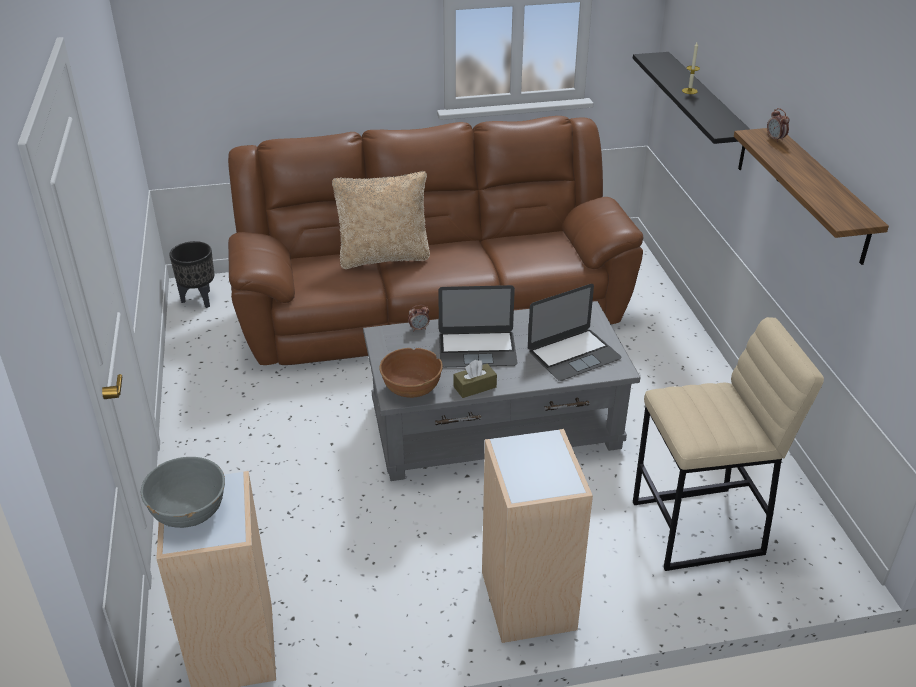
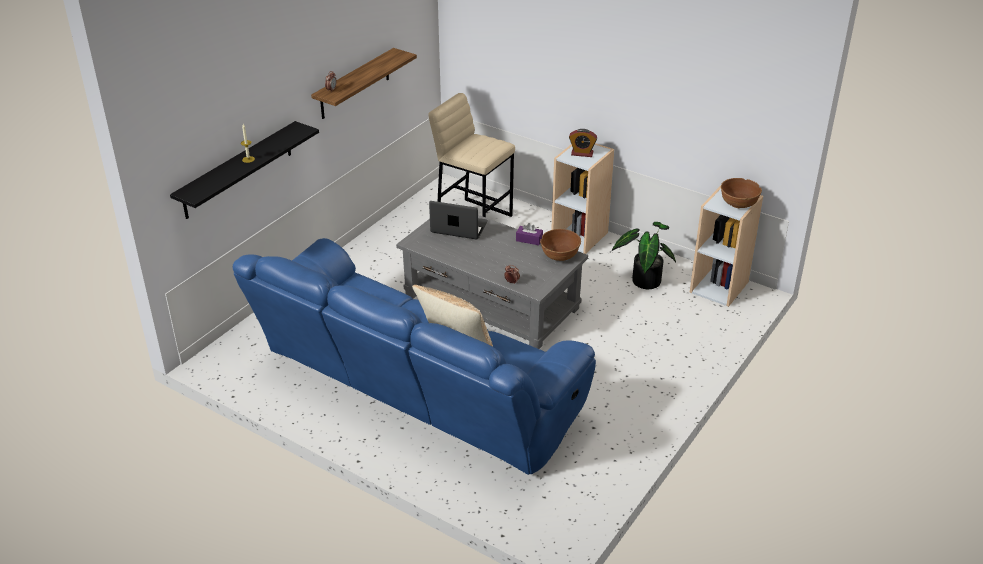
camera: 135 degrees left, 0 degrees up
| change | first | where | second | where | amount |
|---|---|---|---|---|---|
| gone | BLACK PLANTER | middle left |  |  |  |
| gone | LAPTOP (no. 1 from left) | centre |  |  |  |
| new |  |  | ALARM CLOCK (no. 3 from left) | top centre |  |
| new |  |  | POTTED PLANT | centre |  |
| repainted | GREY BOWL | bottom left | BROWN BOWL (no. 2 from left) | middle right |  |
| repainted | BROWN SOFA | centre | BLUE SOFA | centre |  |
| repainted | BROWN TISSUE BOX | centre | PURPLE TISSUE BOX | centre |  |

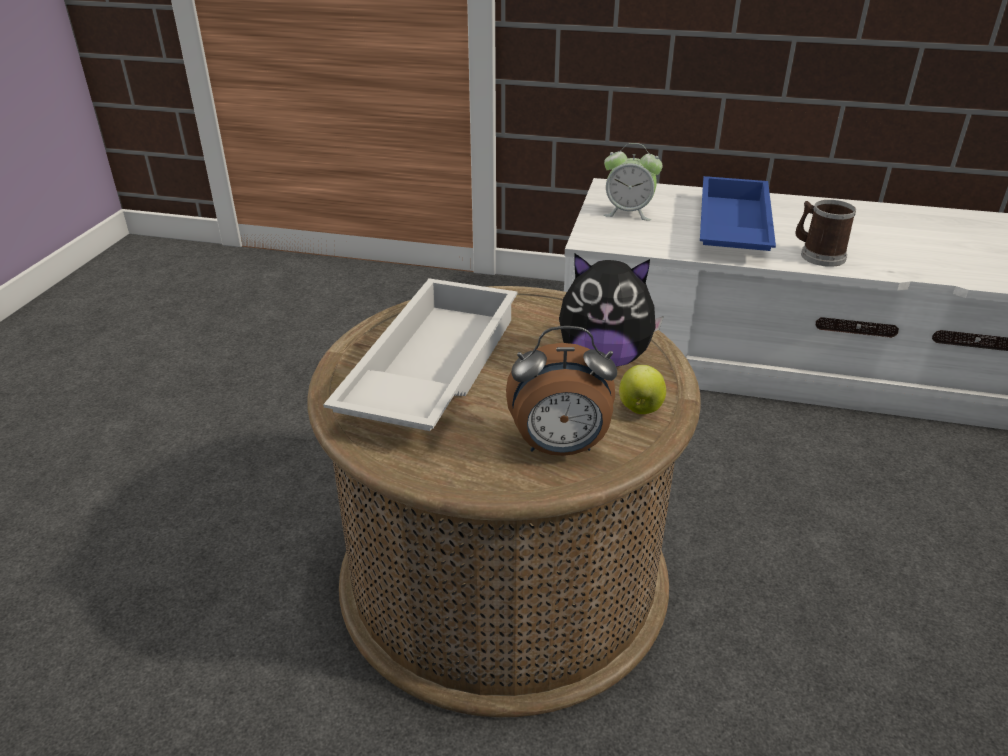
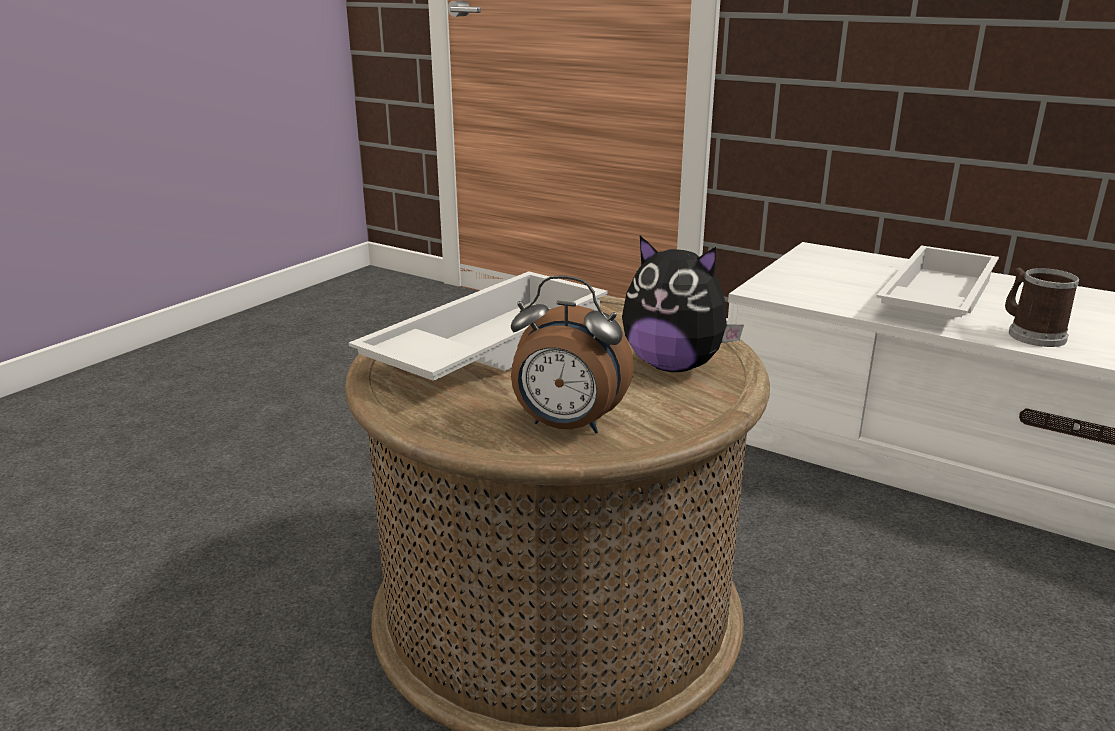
camera: 20 degrees right, 10 degrees down
| change | first | where | second | where | amount |
|---|---|---|---|---|---|
| gone | ALARM CLOCK (no. 2 from left) | top centre |  |  |  |
| gone | APPLE | centre |  |  |  |
| repainted | BLUE TRAY | top right | WHITE TRAY (no. 2 from left) | middle right |  |

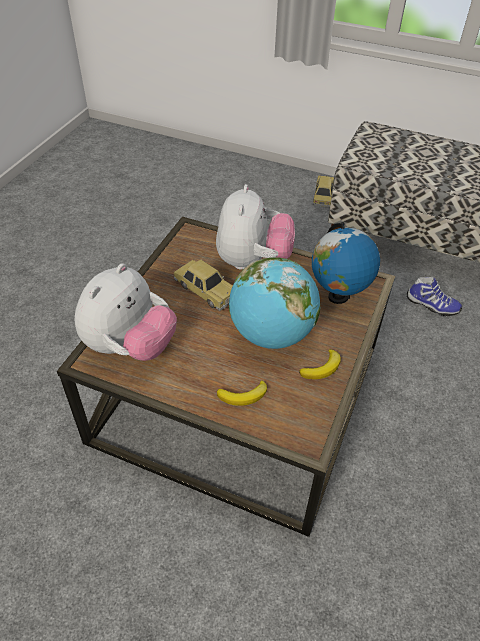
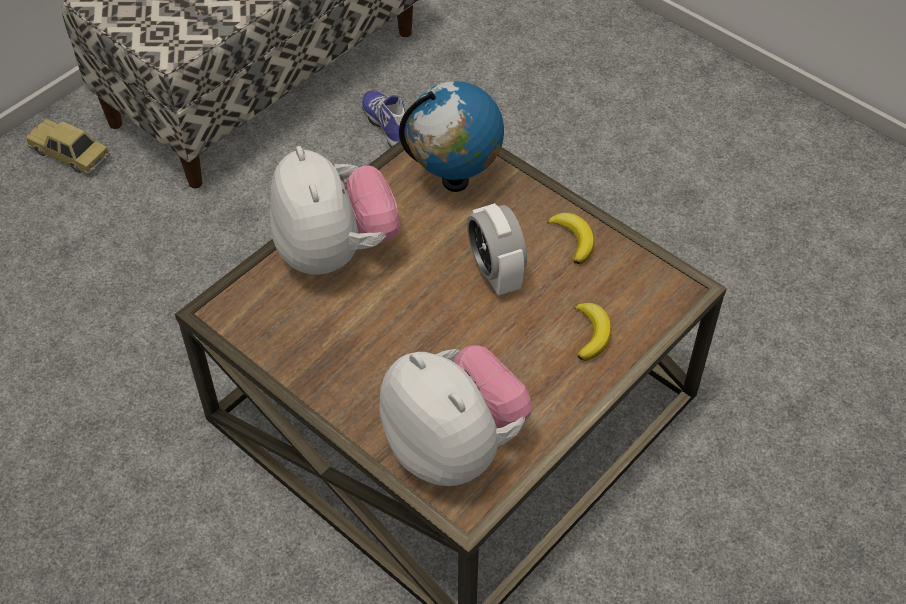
camera: 70 degrees left, 5 degrees up
| change | first | where | second | where | amount |
|---|---|---|---|---|---|
| gone | TOY CAR (no. 1 from left) | centre |  |  |  |
| swapped | GLOBE (no. 1 from left) | centre | ALARM CLOCK | centre |  |
| rotated | PLUSH TOY (no. 2 from left in the first image) | centre | PLUSH TOY (no. 1 from left) | centre | 45 degrees clockwise |
| rotated | SHOE | middle right |  | top centre | 75 degrees counterclockwise |

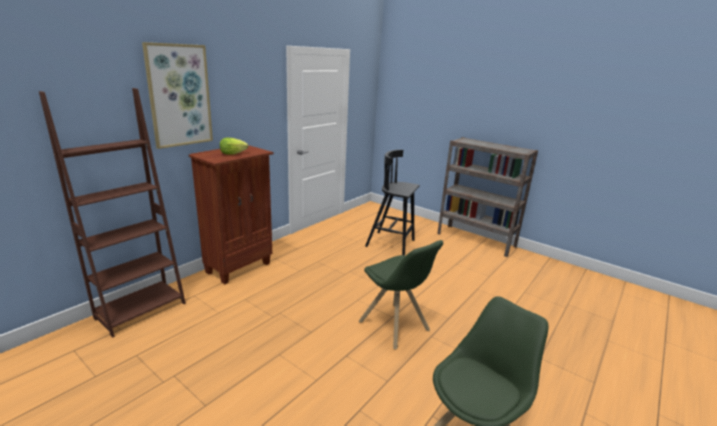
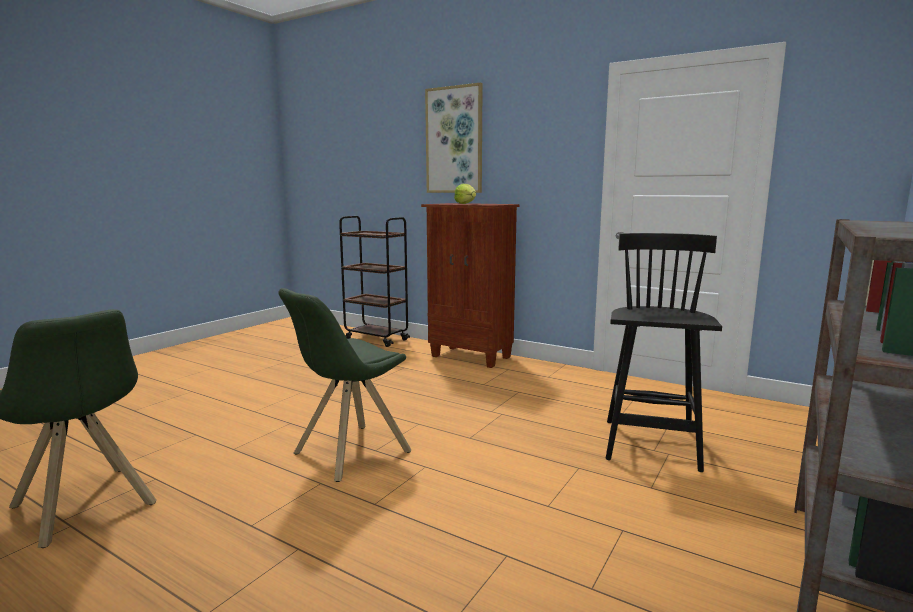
camera: 85 degrees right, 10 degrees down
| change | first | where | second | where | amount |
|---|---|---|---|---|---|
| swapped | BROWN BOOKCASE | middle left | BROWN CART | centre |  |

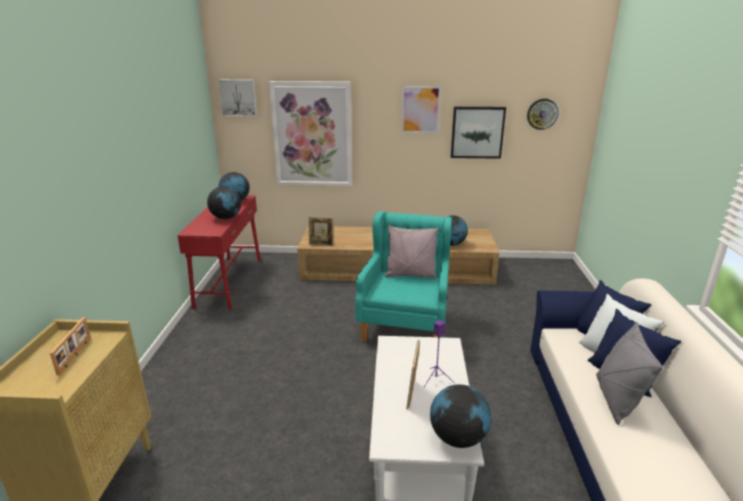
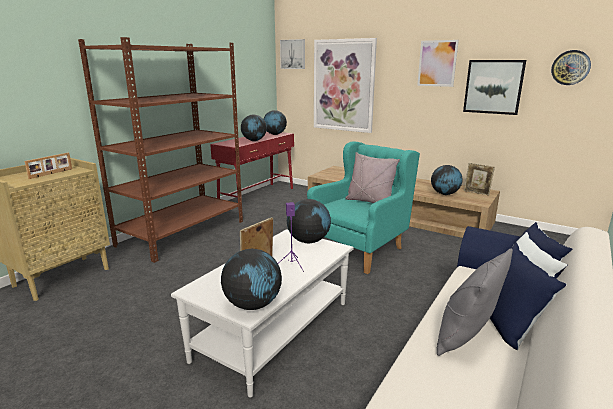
camera: 30 degrees right, 5 degrees down
| change | first | where | second | where | amount |
|---|---|---|---|---|---|
| new |  |  | BROWN BOOKCASE | middle left |  |
| new |  |  | GLOBE (no. 4 from left) | centre |  |
| shifted | PICTURE FRAME (no. 2 from left in the first image) | centre | PICTURE FRAME (no. 3 from left) | middle right |  |

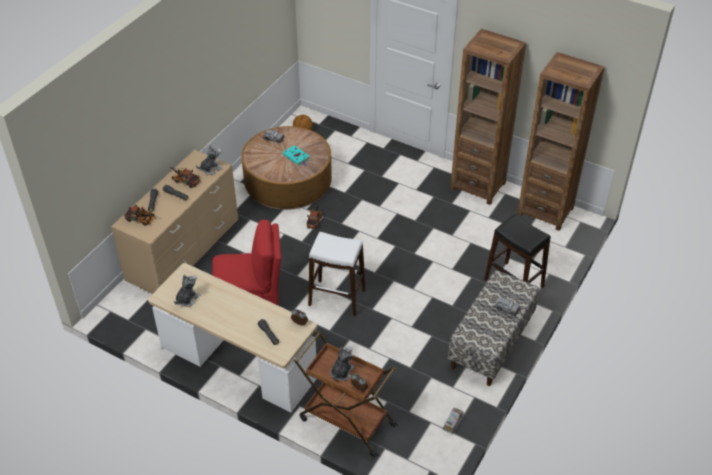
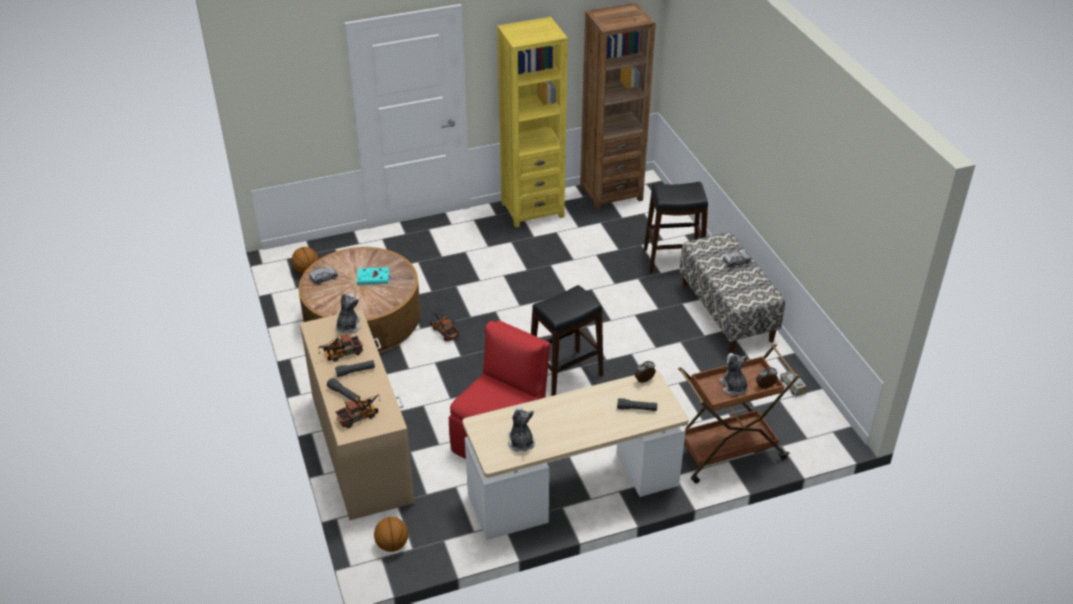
camera: 50 degrees left, 5 degrees down
| change | first | where | second | where | amount |
|---|---|---|---|---|---|
| new |  |  | BASKETBALL (no. 2 from left) | bottom centre |  |
| repainted | WHITE STOOL | centre | BLACK STOOL (no. 1 from left) | centre |  |
| repainted | BROWN BOOKCASE (no. 1 from left) | top right | YELLOW BOOKCASE | top centre |  |

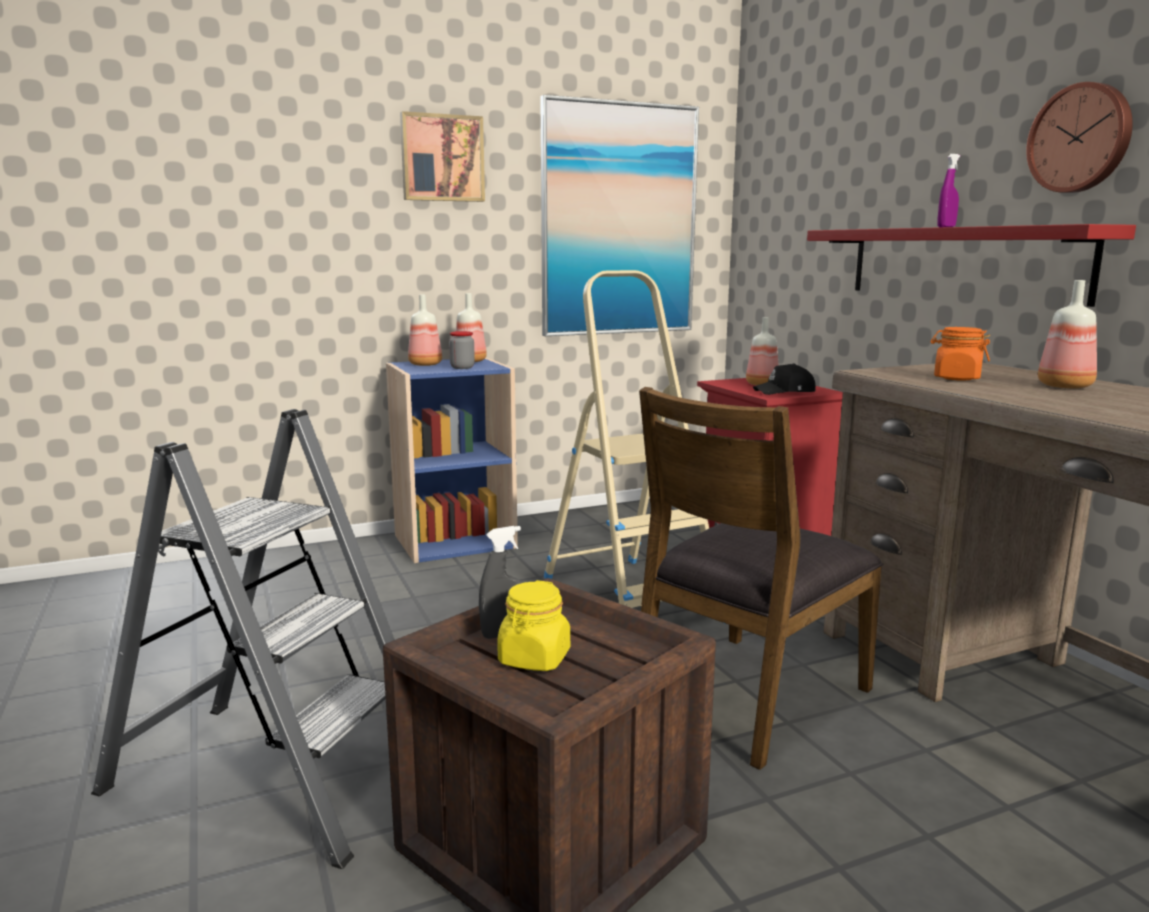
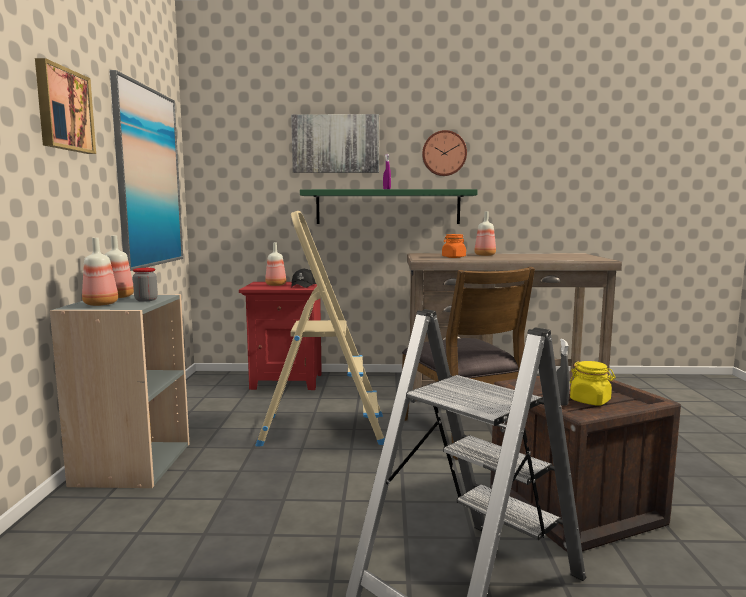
camera: 65 degrees left, 5 degrees down
| change | first | where | second | where | amount |
|---|---|---|---|---|---|
| new |  |  | PICTURE (no. 3 from left) | top centre |  |
| repainted | BLUE BOOKCASE | centre | GREY BOOKCASE | middle left |  |
| repainted | RED SHELF | top right | GREEN SHELF | centre |  |

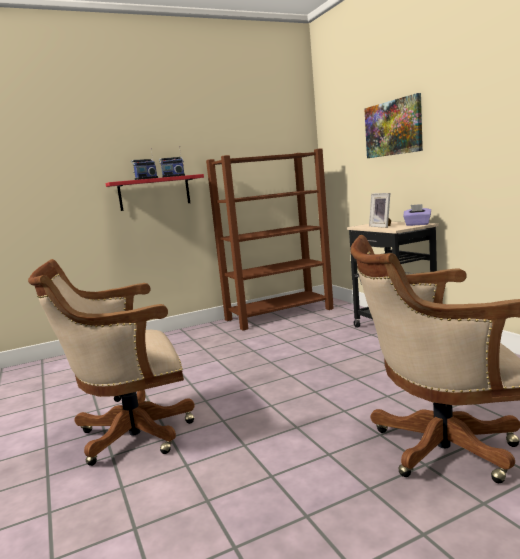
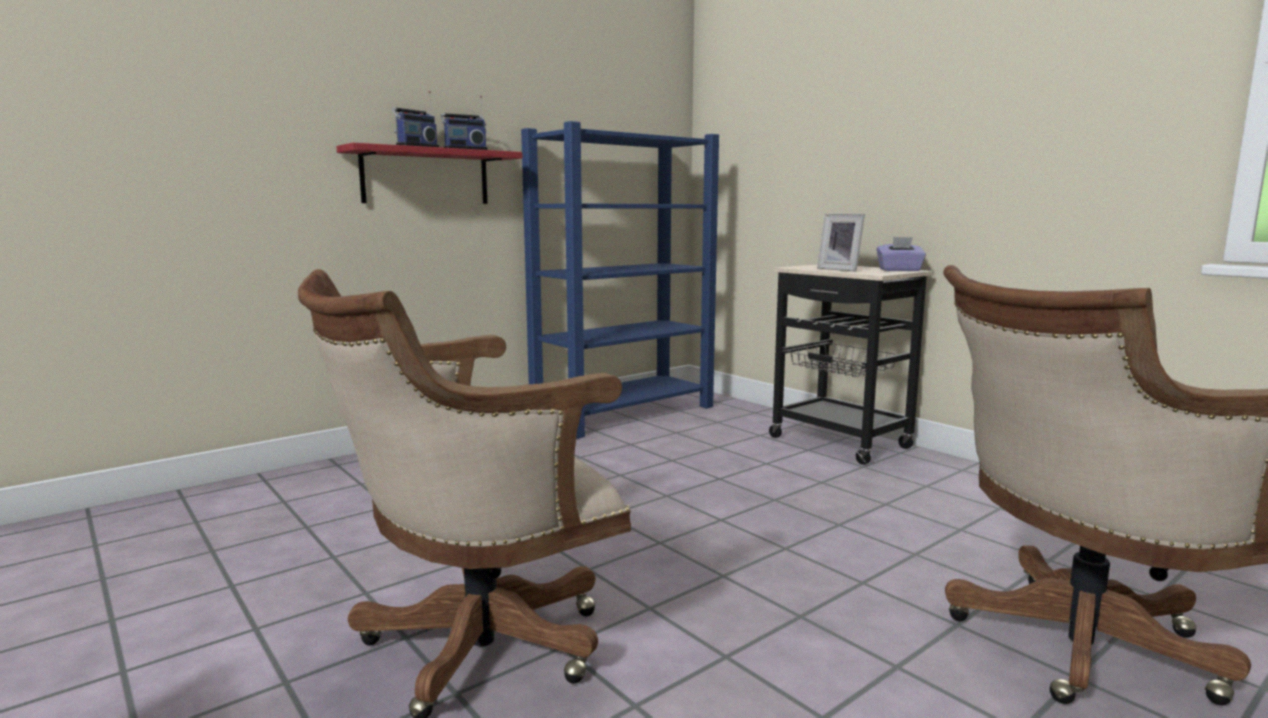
camera: 15 degrees left, 0 degrees up
| change | first | where | second | where | amount |
|---|---|---|---|---|---|
| gone | PICTURE | top right |  |  |  |
| repainted | BROWN BOOKCASE | centre | BLUE BOOKCASE | centre |  |

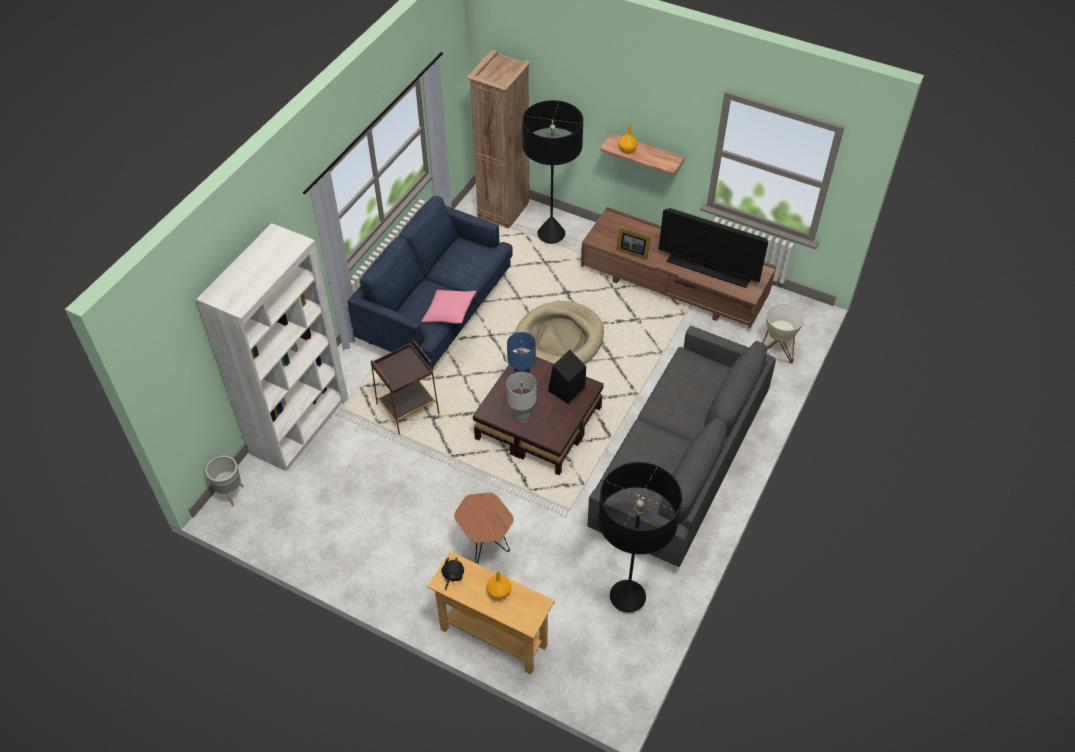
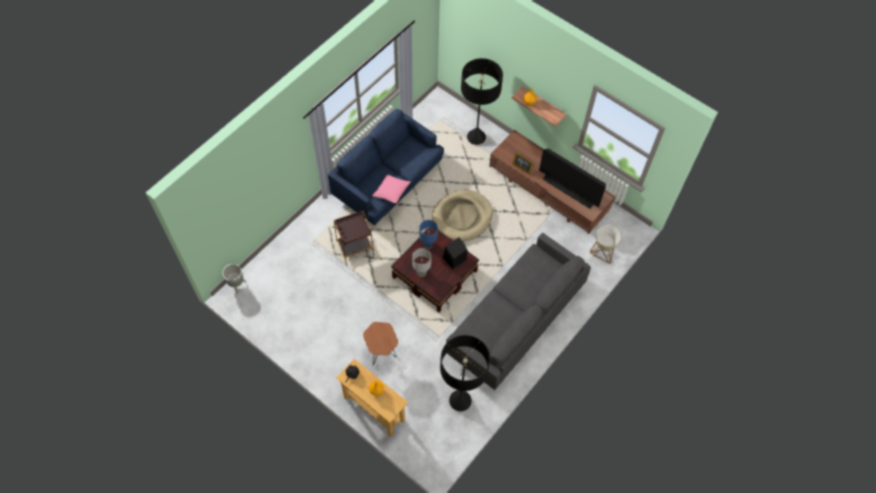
camera: 10 degrees right, 10 degrees up
| change | first | where | second | where | amount |
|---|---|---|---|---|---|
| gone | WHITE BOOKCASE | middle left |  |  |  |
| gone | BROWN CABINET | top centre |  |  |  |

